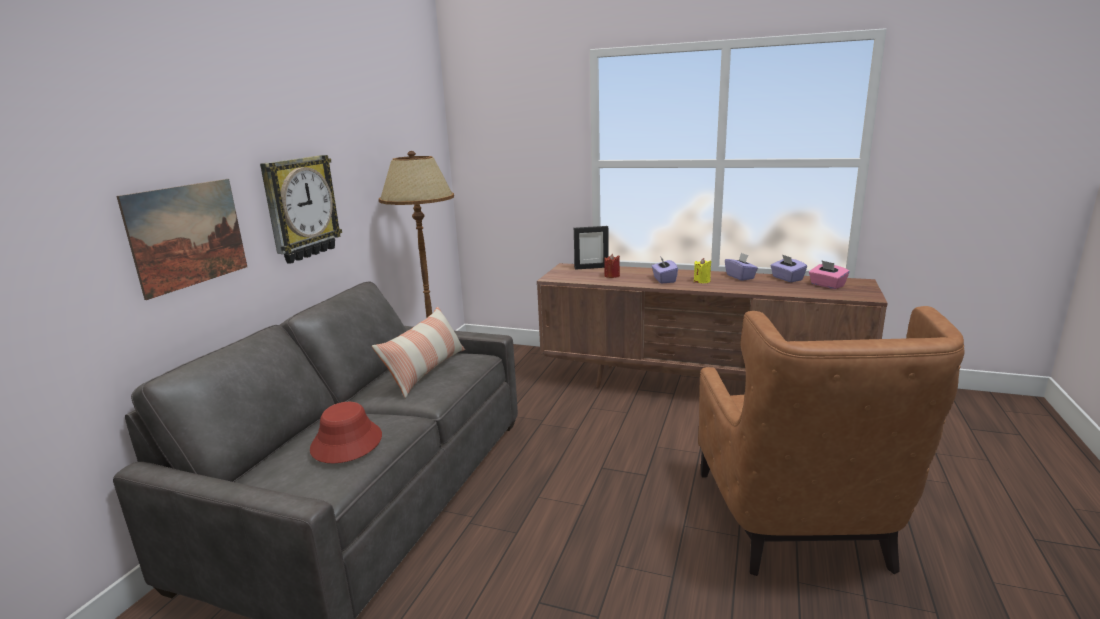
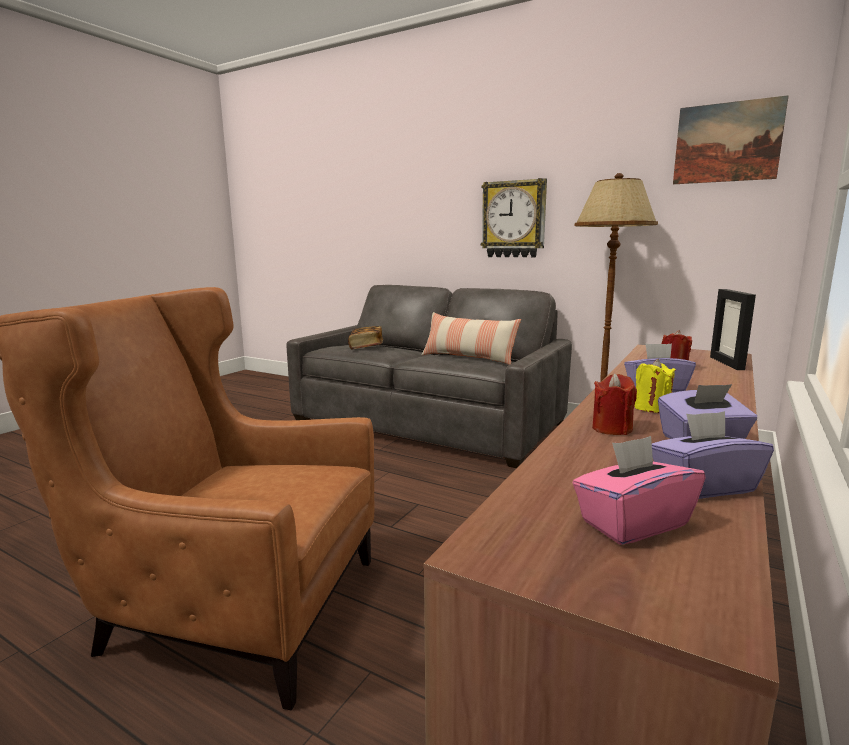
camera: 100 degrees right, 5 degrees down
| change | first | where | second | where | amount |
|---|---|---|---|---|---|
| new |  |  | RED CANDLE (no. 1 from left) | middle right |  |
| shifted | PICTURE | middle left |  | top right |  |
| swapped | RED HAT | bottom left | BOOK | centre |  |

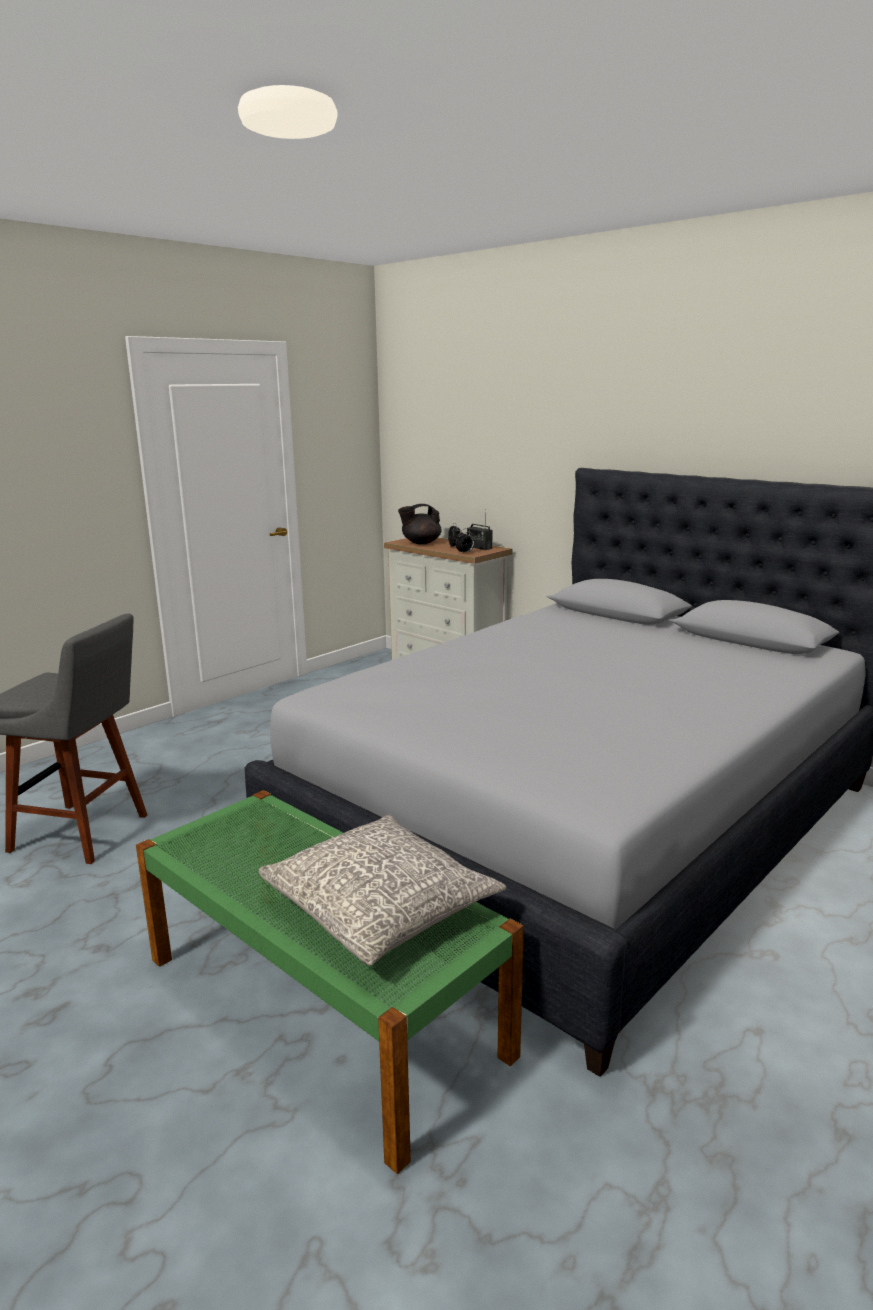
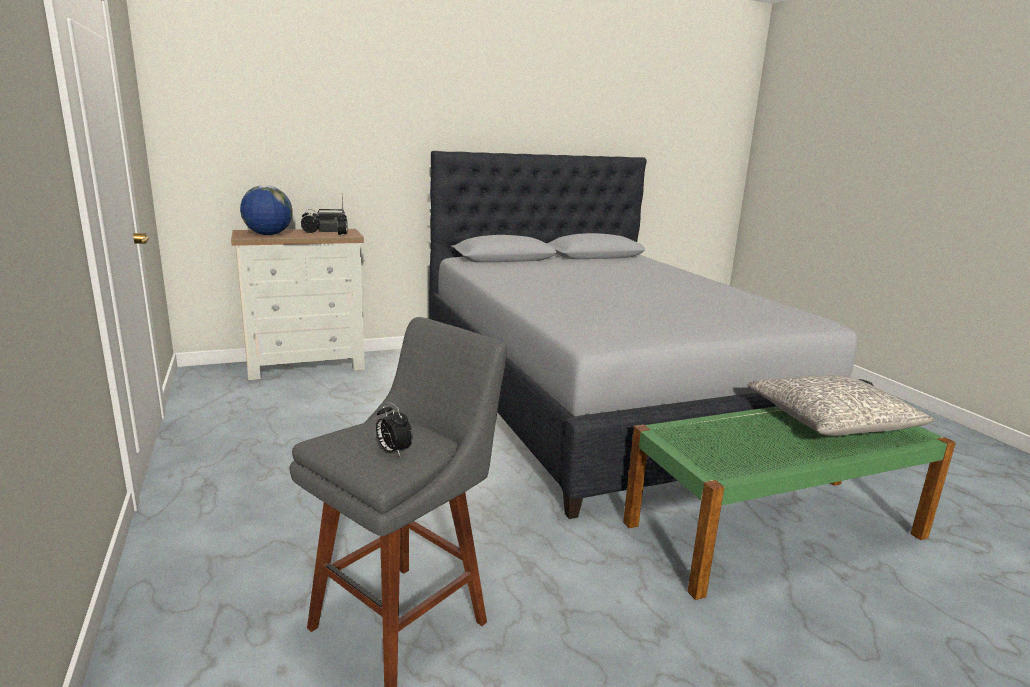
camera: 65 degrees left, 0 degrees up
| change | first | where | second | where | amount |
|---|---|---|---|---|---|
| new |  |  | ALARM CLOCK (no. 3 from left) | centre |  |
| swapped | BLACK TEAPOT | centre | GLOBE | top left |  |

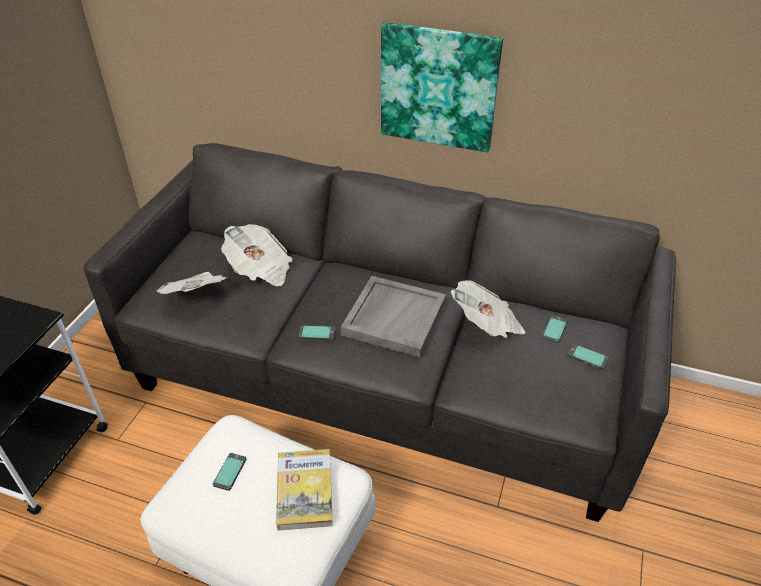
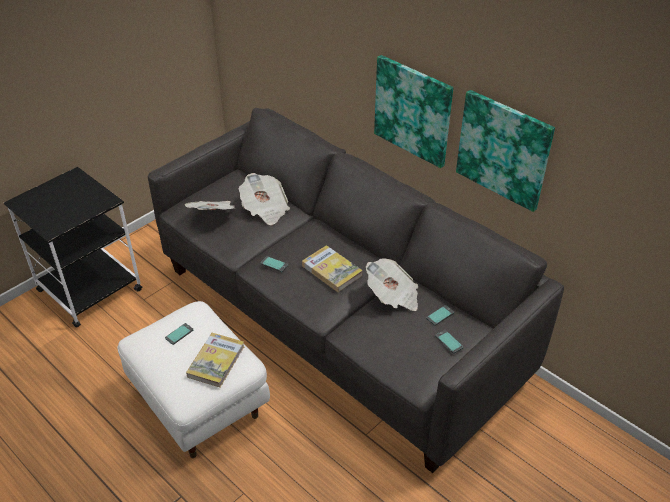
camera: 25 degrees right, 0 degrees up
| change | first | where | second | where | amount |
|---|---|---|---|---|---|
| new |  |  | PICTURE (no. 2 from left) | top right |  |
| swapped | GREY TRAY | centre | BOOK (no. 2 from left) | centre |  |

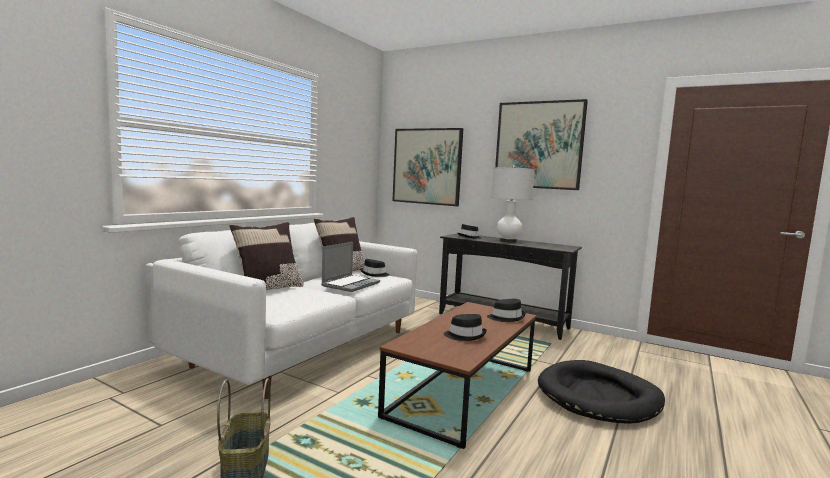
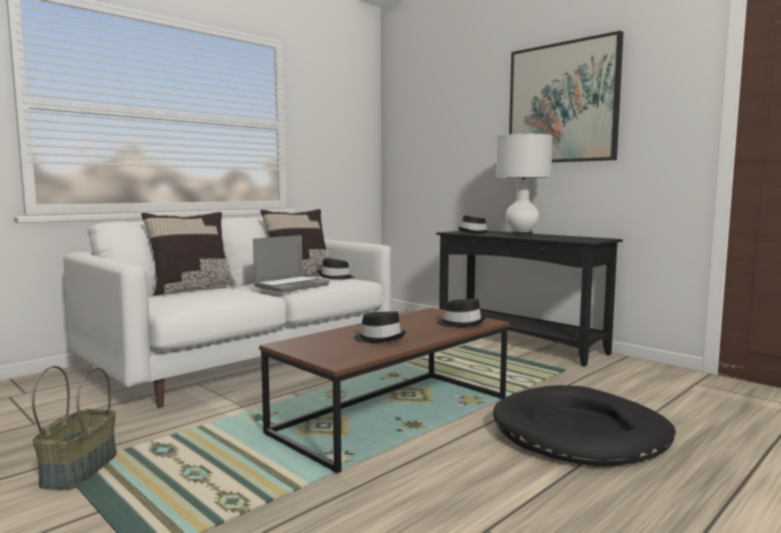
camera: 15 degrees right, 0 degrees up
| change | first | where | second | where | amount |
|---|---|---|---|---|---|
| gone | PICTURE (no. 1 from left) | centre |  |  |  |

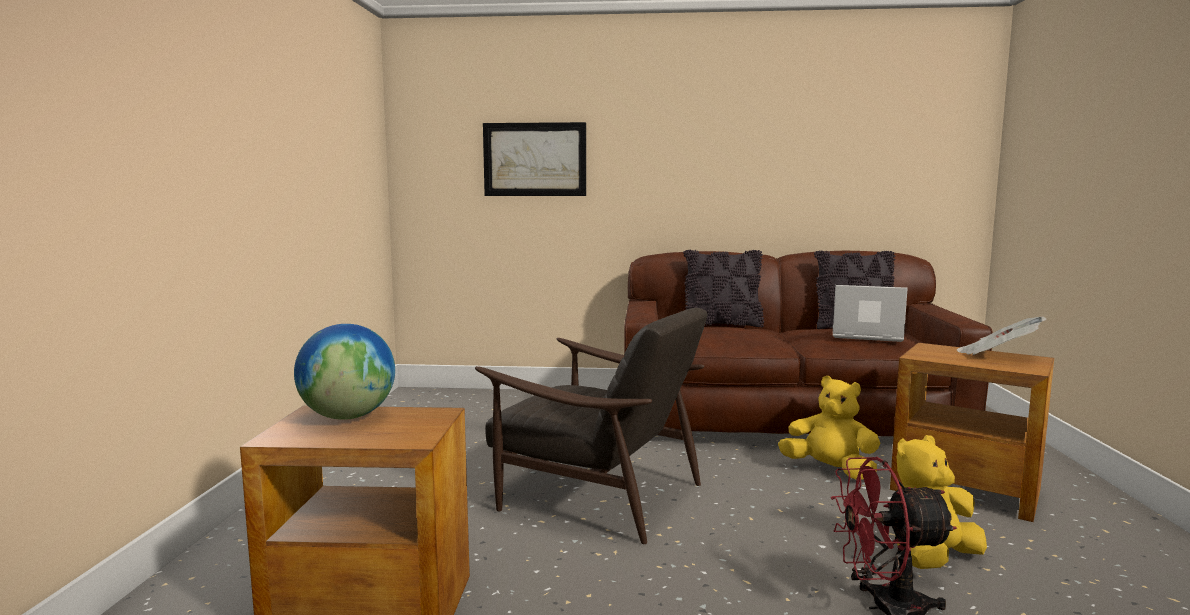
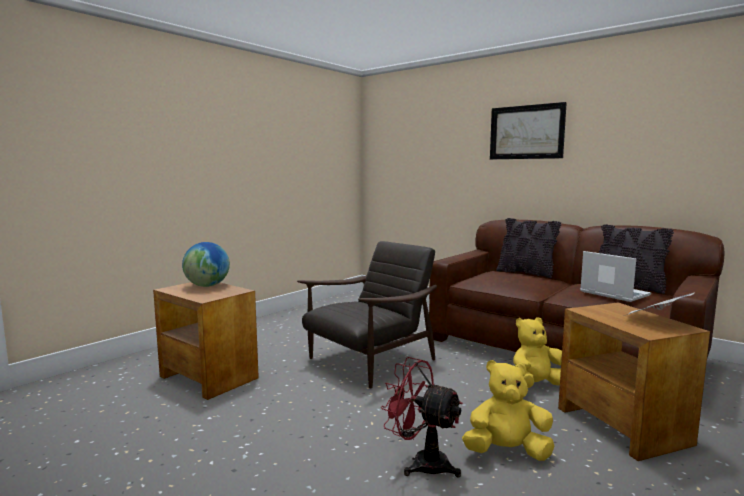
camera: 35 degrees right, 0 degrees up
| change | first | where | second | where | amount |
|---|---|---|---|---|---|
| shifted | PICTURE | top centre |  | top right |  |
| rotated | BROWN ARMCHAIR | bottom centre |  | centre | 105 degrees counterclockwise |
| rotated | YELLOW PLUSH TOY (no. 1 from left in the first image) | bottom right | YELLOW PLUSH TOY (no. 2 from left) | bottom right | 90 degrees counterclockwise |

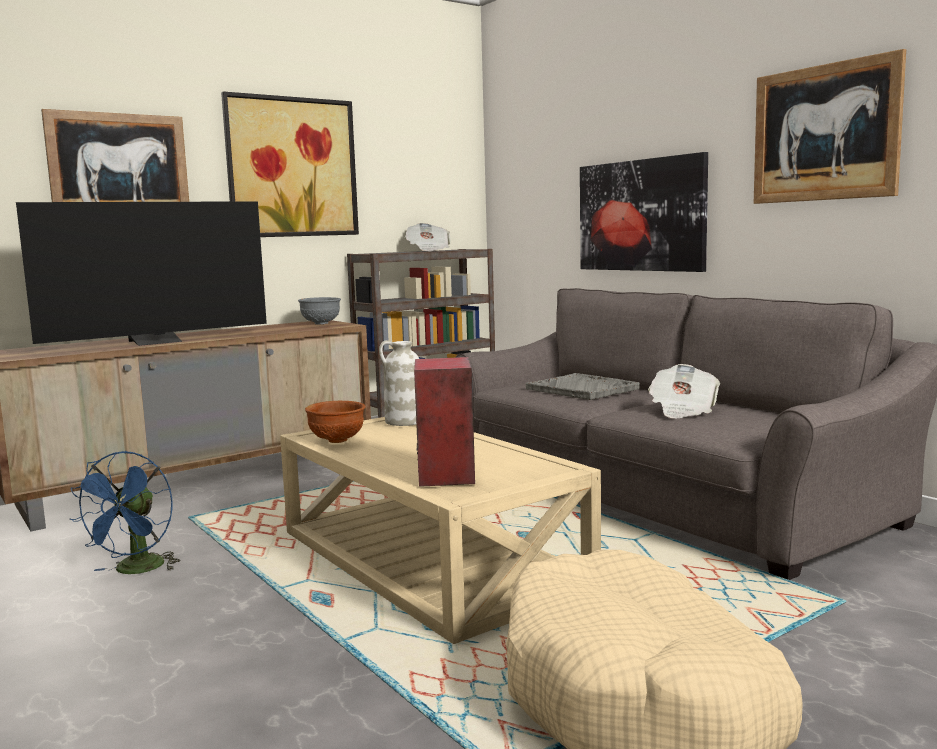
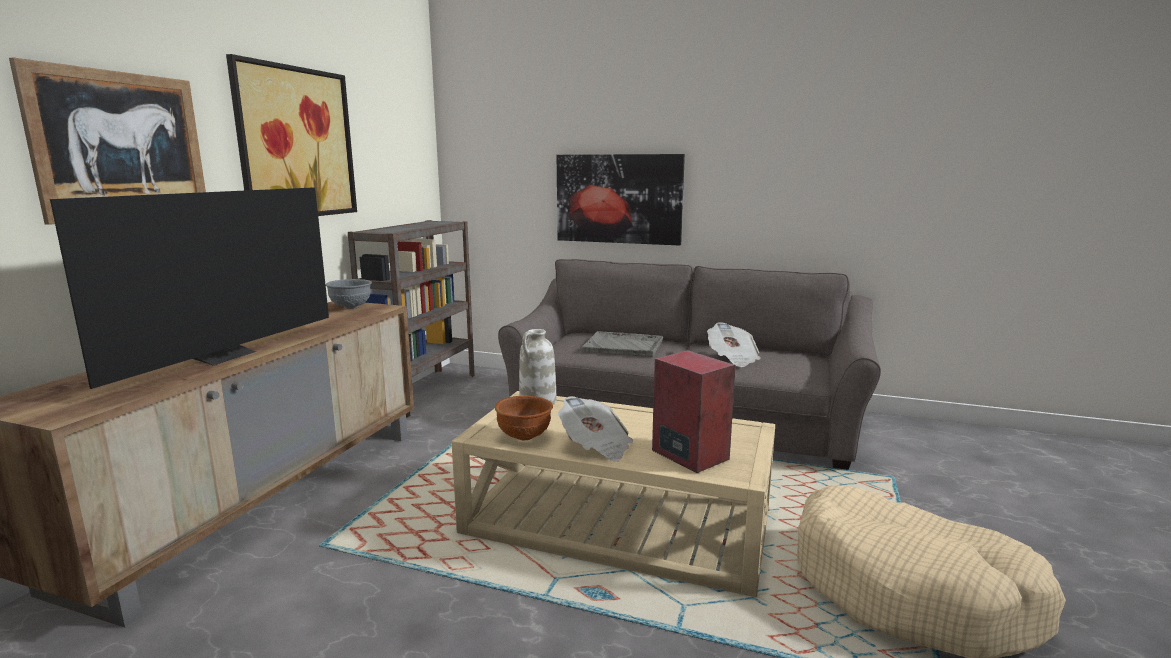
camera: 35 degrees left, 5 degrees up
| change | first | where | second | where | amount |
|---|---|---|---|---|---|
| gone | BLUE FAN | bottom left |  |  |  |
| gone | PICTURE (no. 4 from left) | top right |  |  |  |
| shifted | NEWSPAPER (no. 1 from left) | top centre |  | centre |  |

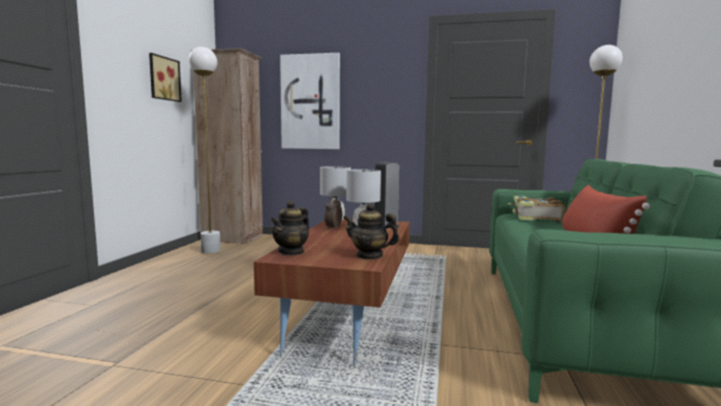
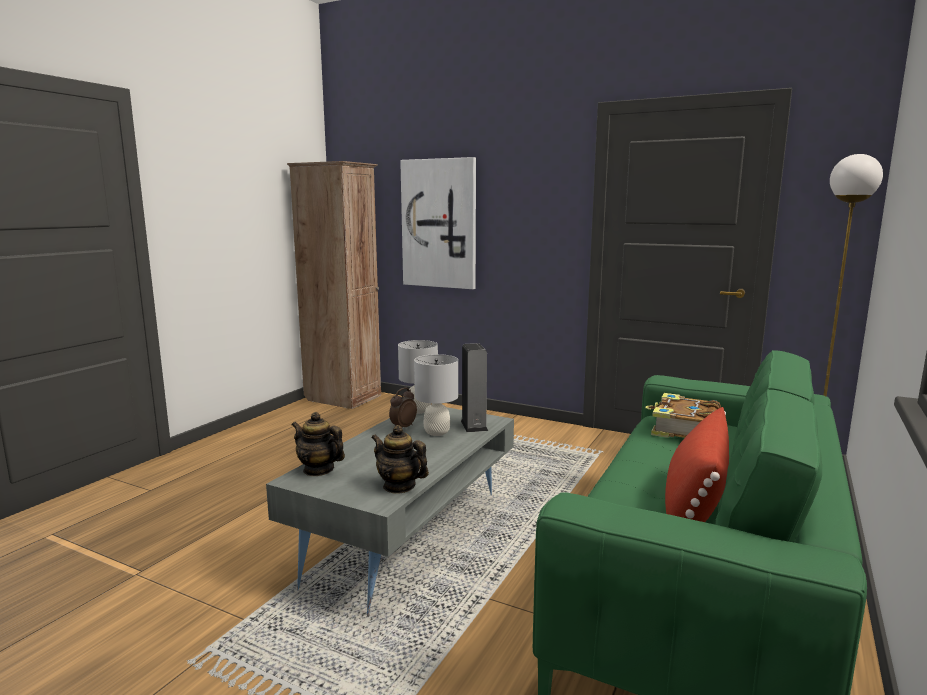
camera: 15 degrees right, 5 degrees up
| change | first | where | second | where | amount |
|---|---|---|---|---|---|
| gone | PICTURE (no. 1 from left) | top left |  |  |  |
| gone | WHITE FLOOR LAMP (no. 1 from left) | middle left |  |  |  |
| repainted | BROWN COFFEE TABLE | bottom centre | GREY COFFEE TABLE | bottom centre |  |
| rotated | TEAPOT (no. 1 from left) | centre |  | centre | 75 degrees clockwise |

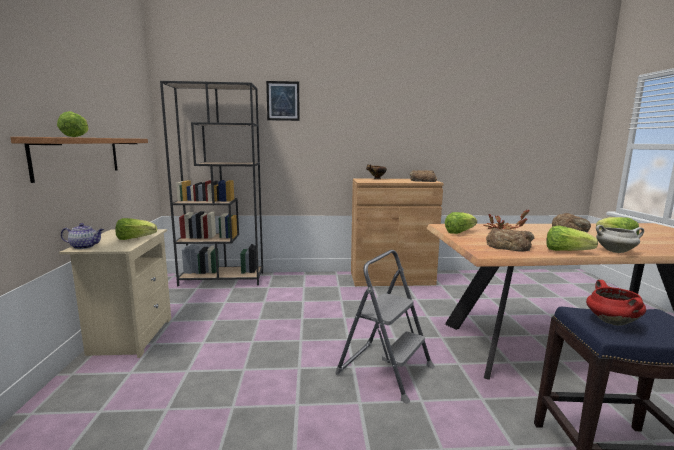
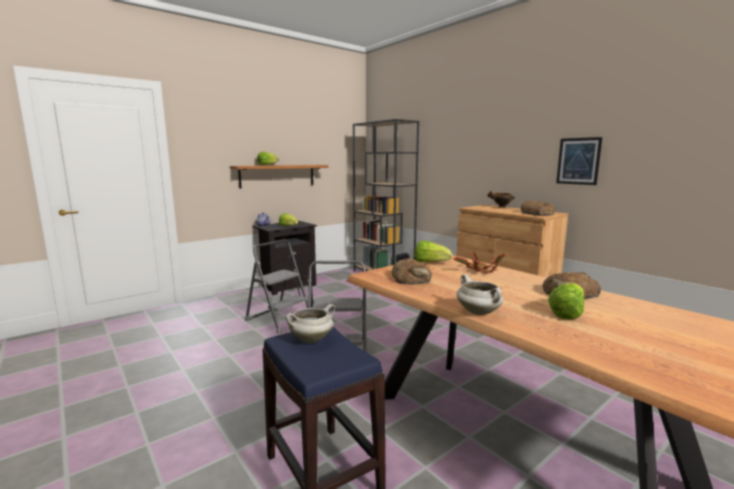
camera: 55 degrees right, 0 degrees up
| change | first | where | second | where | amount |
|---|---|---|---|---|---|
| gone | LETTUCE (no. 4 from left) | middle right |  |  |  |
| new |  |  | GREY STEP LADDER (no. 1 from left) | centre |  |
| shifted | PICTURE | top centre |  | top right |  |
| repainted | BEIGE NIGHTSTAND | middle left | BLACK NIGHTSTAND | centre |  |
| repainted | RED COOKING POT | bottom right | WHITE COOKING POT (no. 1 from left) | centre |  |

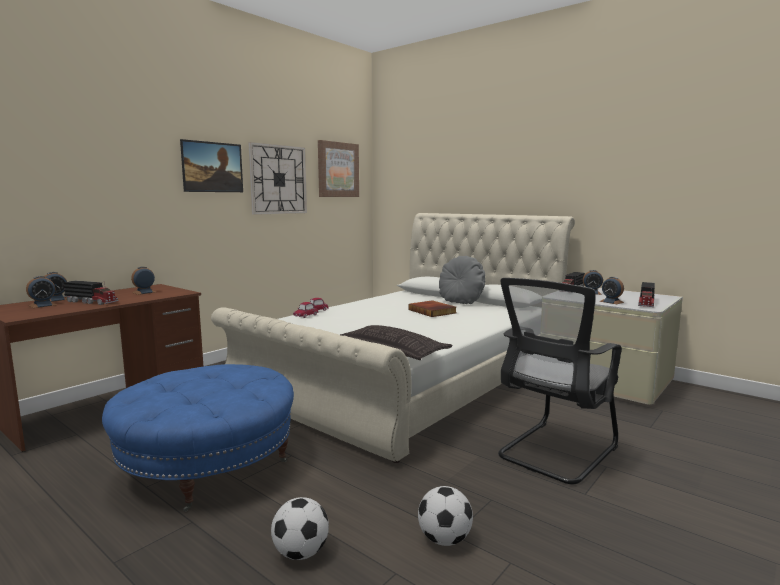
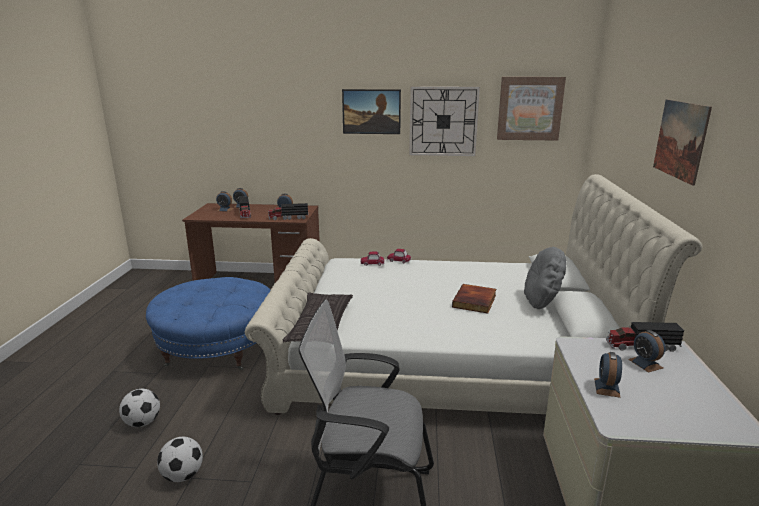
camera: 55 degrees right, 10 degrees up
| change | first | where | second | where | amount |
|---|---|---|---|---|---|
| new |  |  | PICTURE (no. 3 from left) | top right |  |
| shifted | TOY TRUCK (no. 3 from left in the first image) | middle right | TOY TRUCK (no. 2 from left) | centre |  |

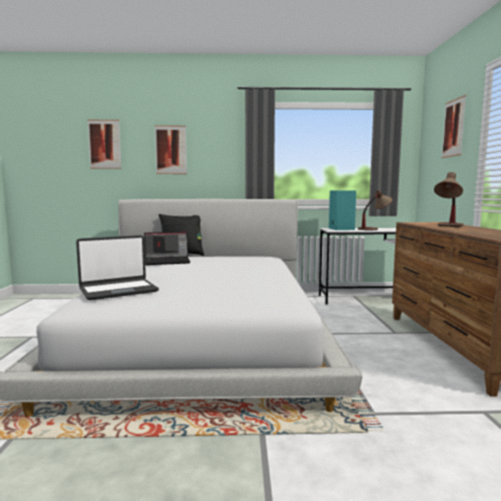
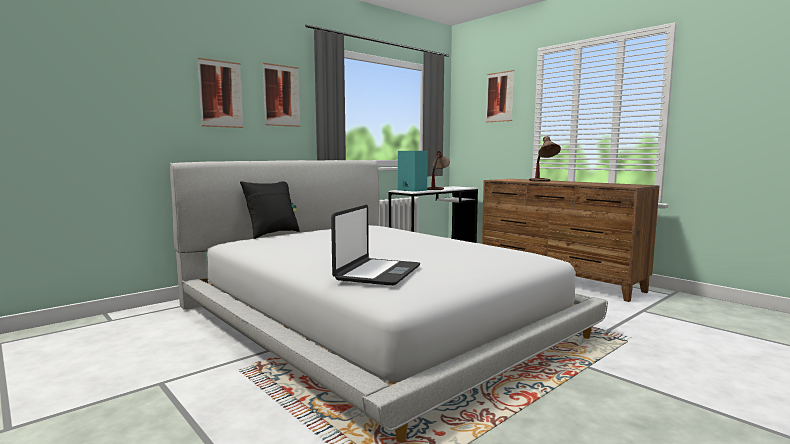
camera: 40 degrees left, 0 degrees up
| change | first | where | second | where | amount |
|---|---|---|---|---|---|
| gone | LAPTOP (no. 2 from left) | centre |  |  |  |
| shifted | PICTURE (no. 1 from left in the first image) | top left | PICTURE (no. 2 from left) | top centre |  |

